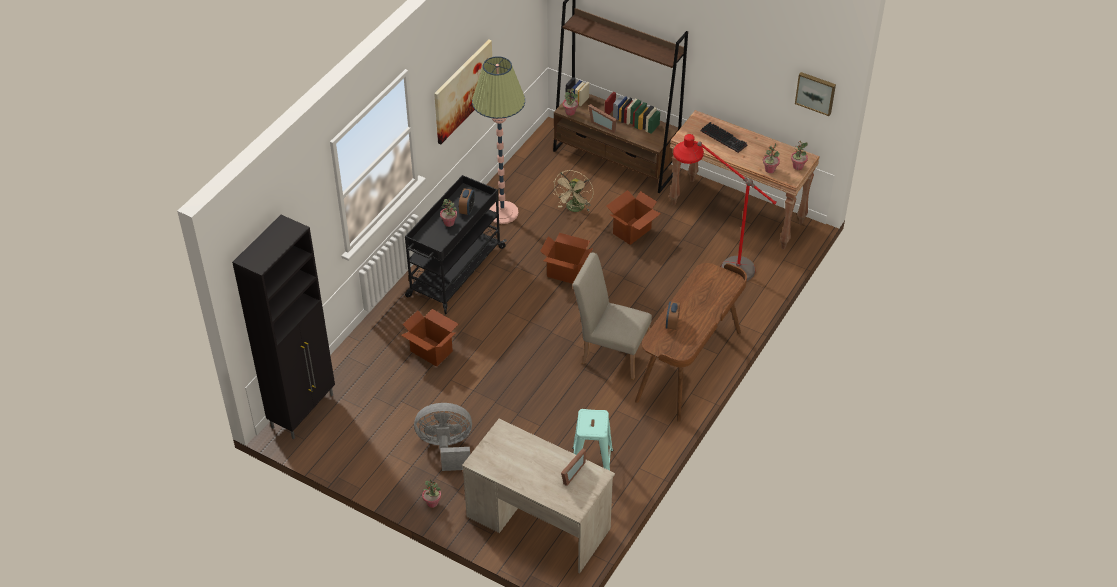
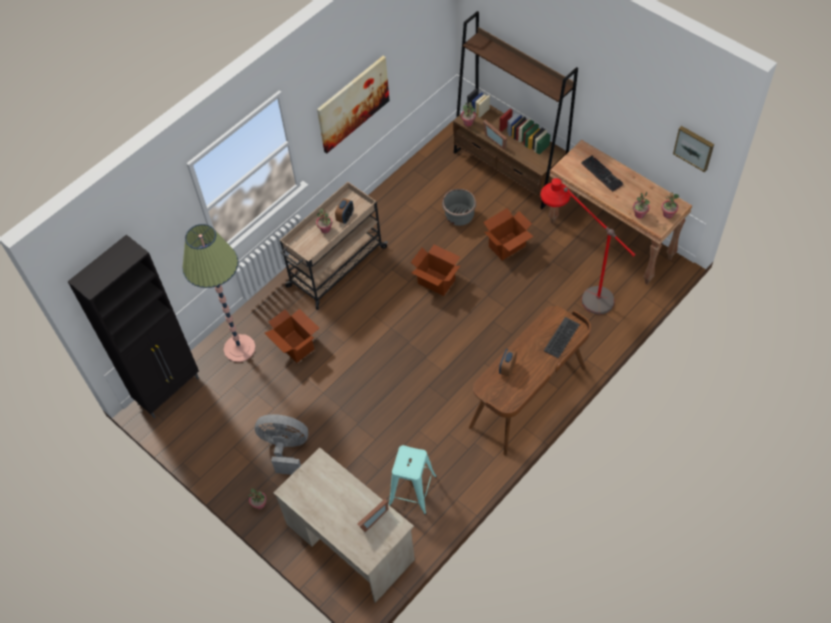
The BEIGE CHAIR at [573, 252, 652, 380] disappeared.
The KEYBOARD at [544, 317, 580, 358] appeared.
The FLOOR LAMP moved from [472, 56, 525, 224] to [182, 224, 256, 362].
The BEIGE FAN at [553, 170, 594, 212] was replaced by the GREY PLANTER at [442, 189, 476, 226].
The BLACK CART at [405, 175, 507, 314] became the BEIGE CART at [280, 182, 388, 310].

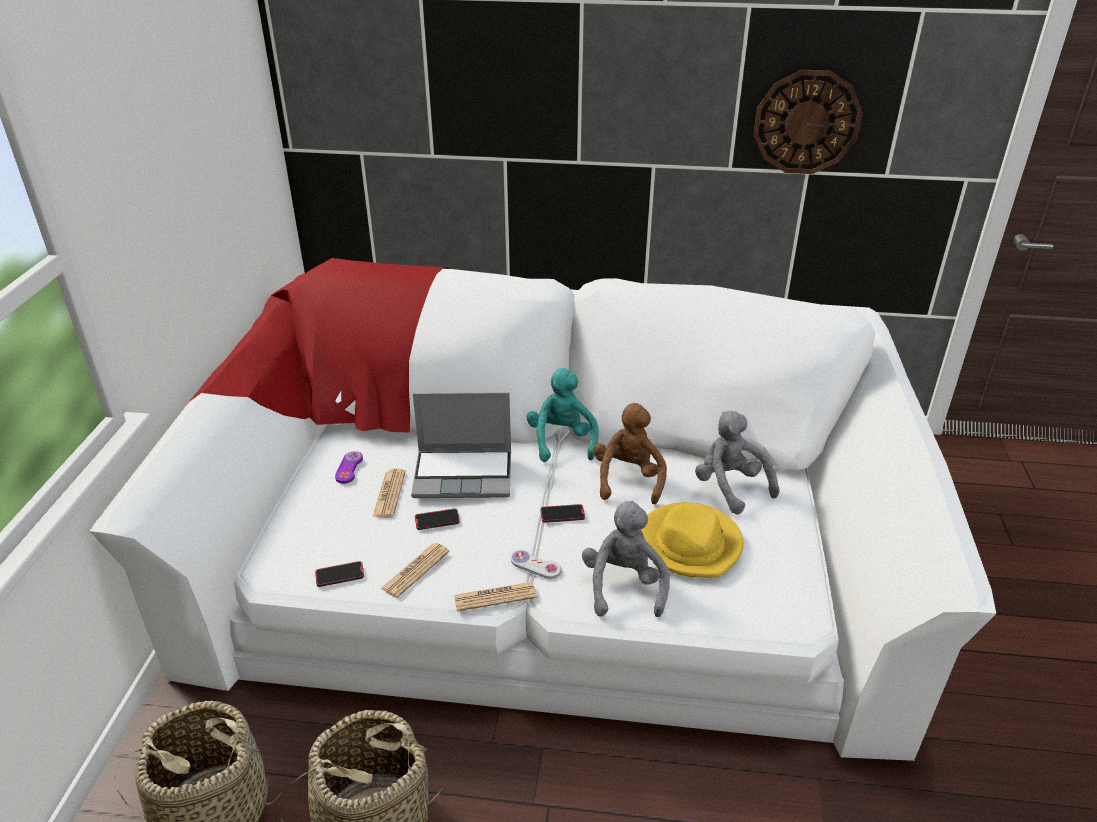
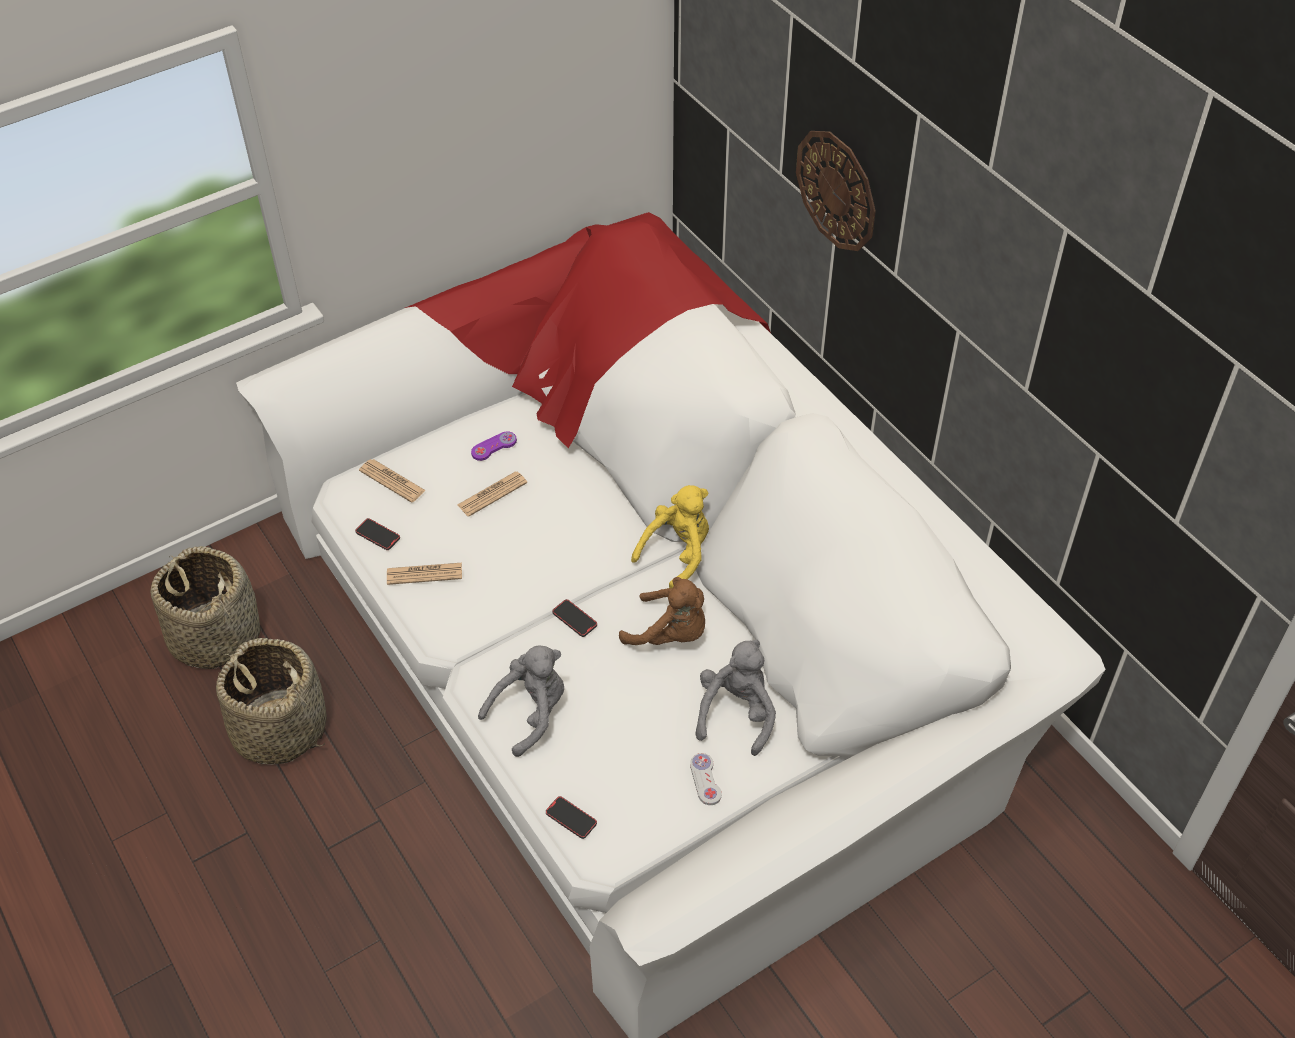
The LAPTOP at [411, 392, 511, 498] disappeared.
The YELLOW HAT at [641, 502, 743, 578] disappeared.
The PHONE moved from [415, 509, 460, 530] to [546, 796, 597, 839].
The NEWSPAPER moved from [454, 582, 537, 611] to [359, 459, 426, 503].
The WHITE GAME CONTROLLER moved from [511, 550, 561, 579] to [690, 753, 722, 805].
The WALL CLOCK moved from [753, 70, 863, 174] to [796, 131, 876, 251].
The TURQUOISE PLUSH TOY at [526, 368, 599, 462] became the YELLOW PLUSH TOY at [631, 485, 709, 588].
The BROWN PLUSH TOY at [593, 403, 667, 504] turned 60 degrees clockwise.

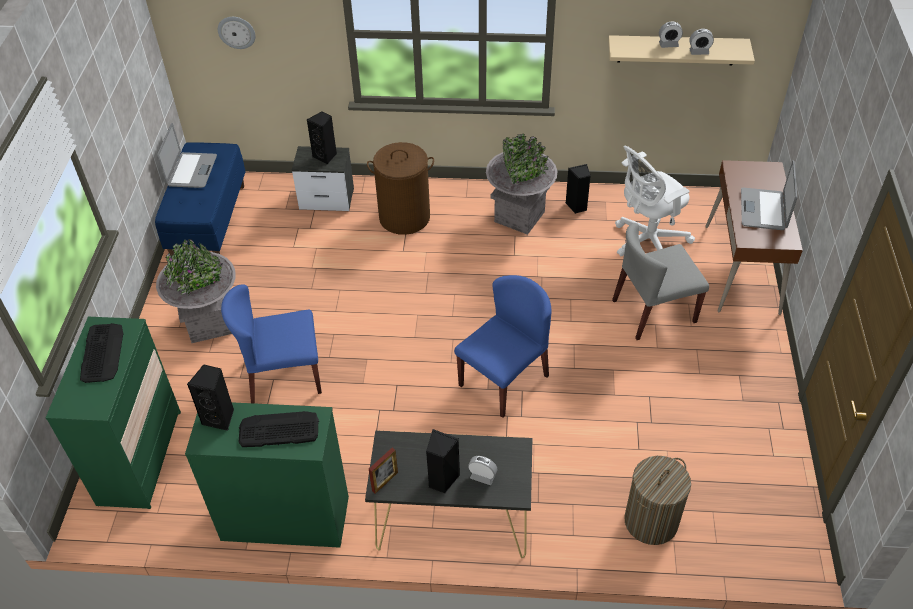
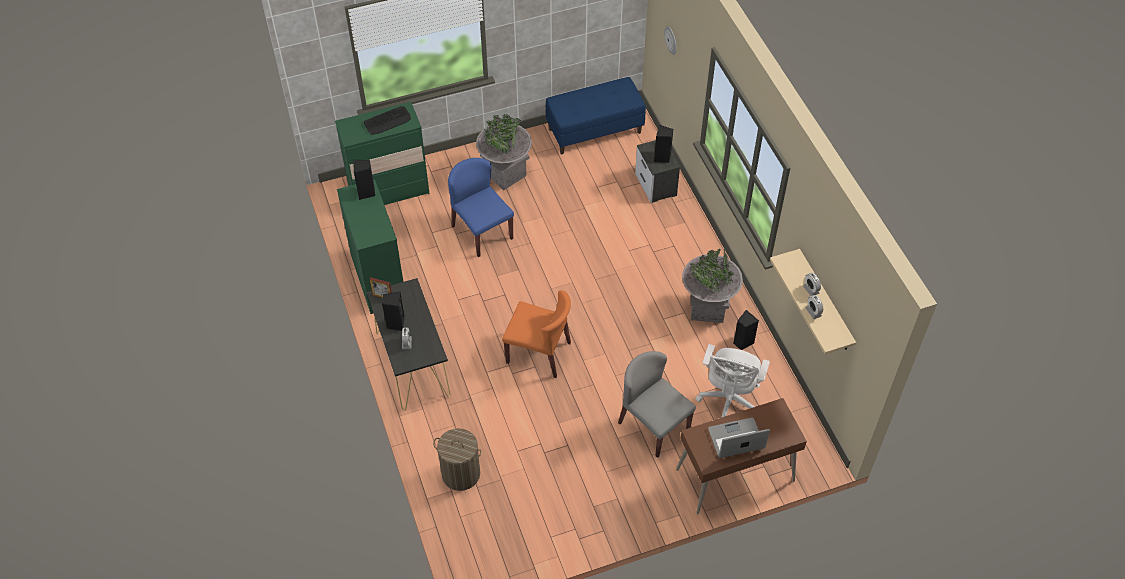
The LAPTOP at [157, 123, 217, 188] disappeared.
The KEYBOARD at [239, 411, 319, 447] disappeared.
The BROWN LAUNDRY BASKET at [367, 142, 434, 235] disappeared.
The BLUE CHAIR at [454, 275, 551, 418] became the ORANGE CHAIR at [502, 290, 571, 378].
The WHITE OFFICE CHAIR at [615, 146, 695, 256] turned 105 degrees counterclockwise.

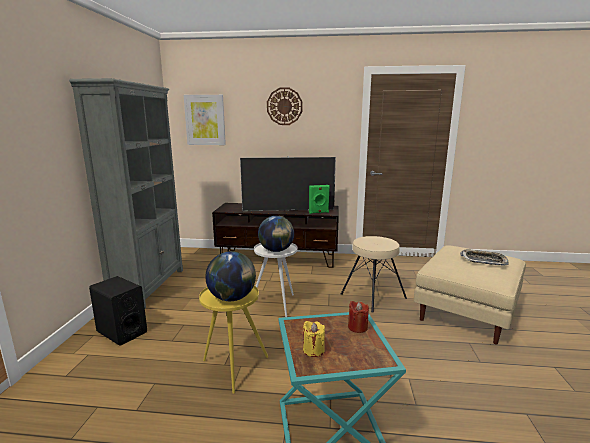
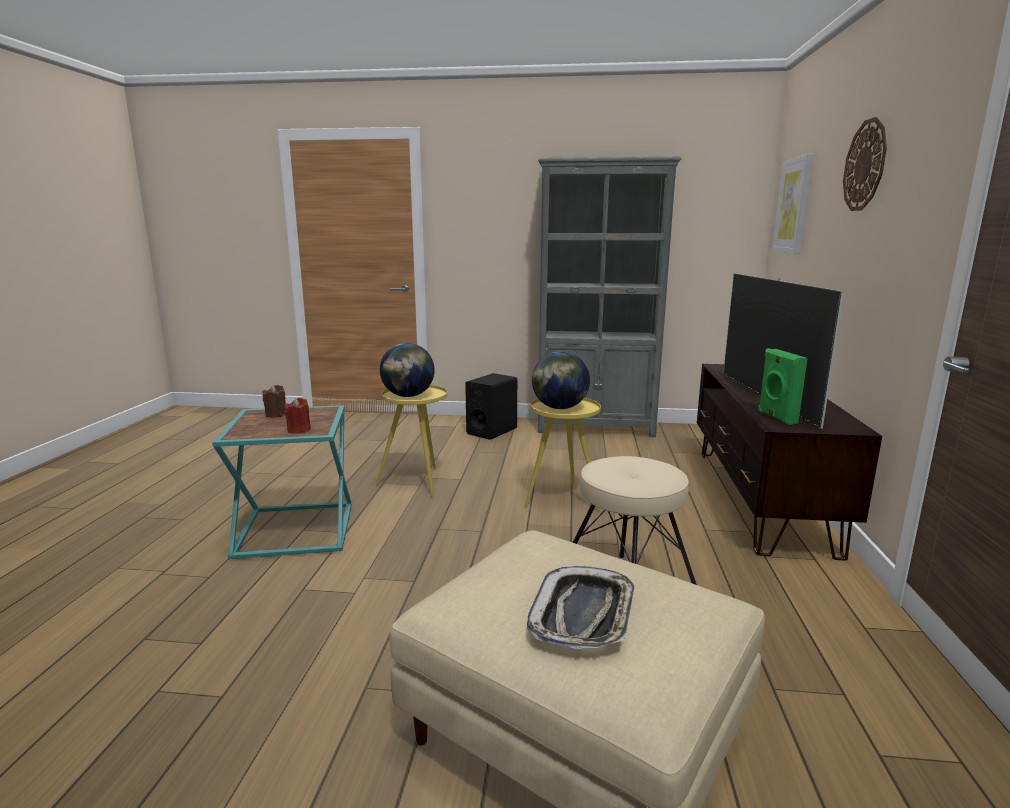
The WHITE SIDE TABLE at [254, 243, 298, 317] became the YELLOW SIDE TABLE at [525, 398, 602, 512].
The YELLOW CANDLE at [303, 321, 325, 357] became the BROWN CANDLE at [262, 385, 286, 418].

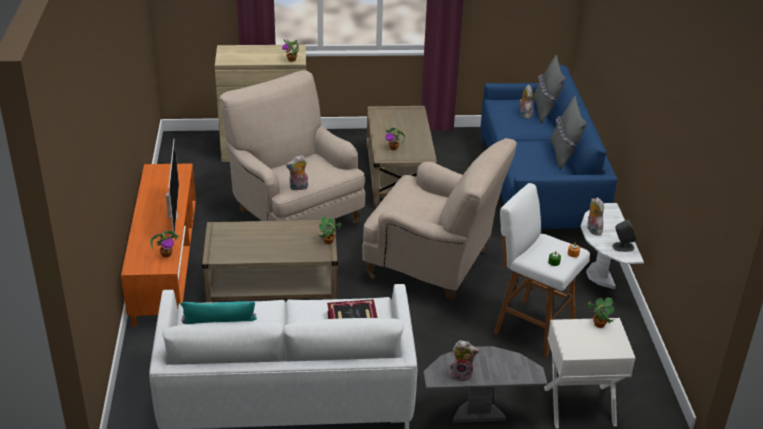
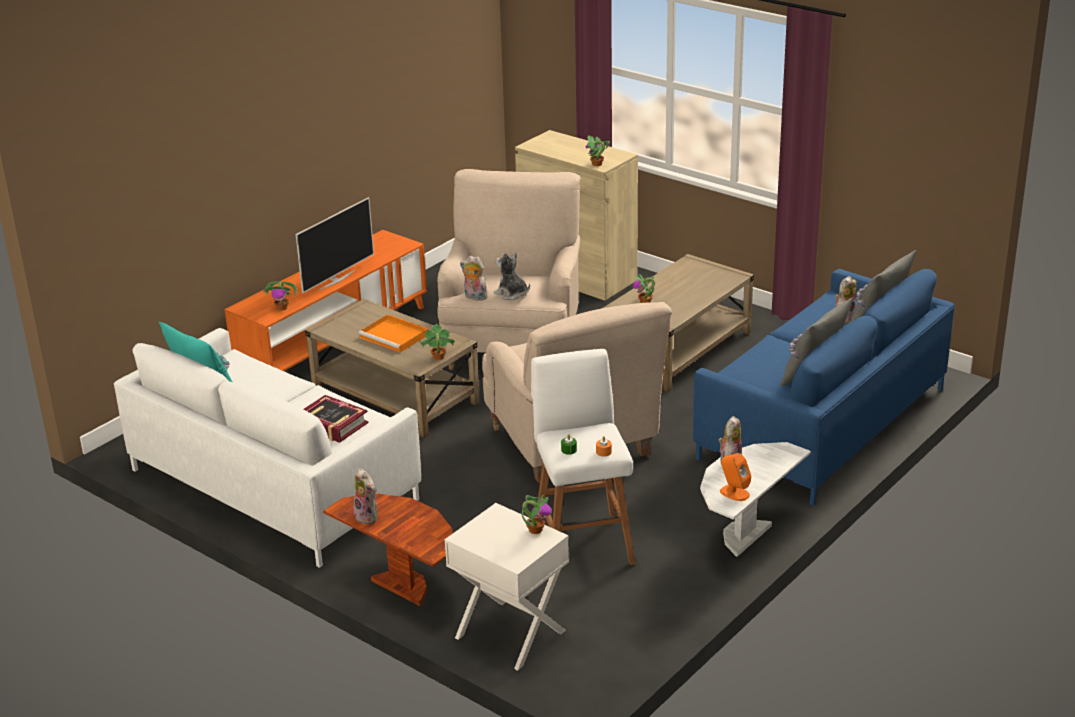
The ORANGE TRAY at [358, 314, 428, 353] appeared.
The PLUSH TOY at [494, 252, 530, 300] appeared.
The GREY SIDE TABLE at [424, 346, 547, 423] became the BROWN SIDE TABLE at [323, 494, 453, 606].
The GREY SPEAKER at [613, 219, 636, 252] became the ORANGE SPEAKER at [720, 453, 751, 501].

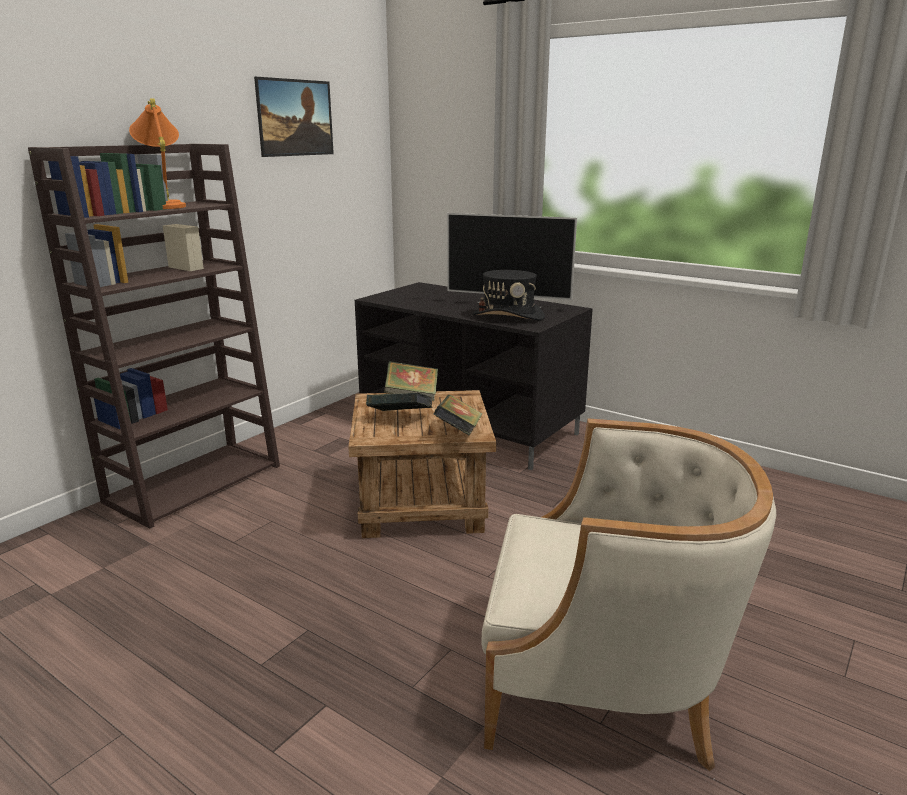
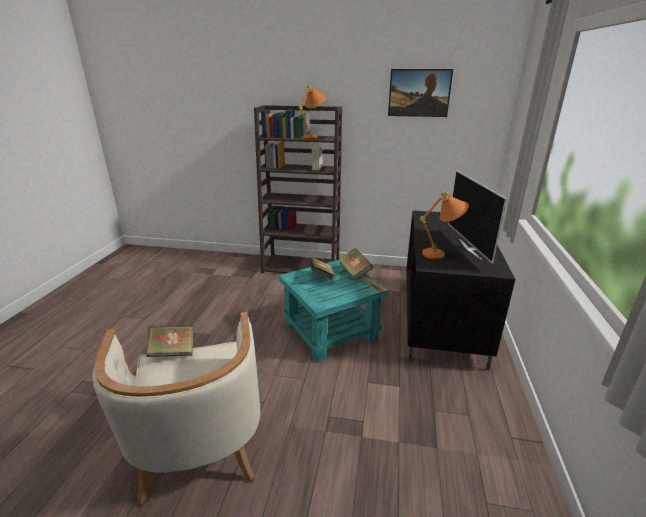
The BOOK moved from [434, 395, 483, 436] to [147, 325, 194, 357].
The BLACK HAT at [473, 270, 545, 321] was replaced by the ORANGE TABLE LAMP at [420, 192, 469, 259].
The BROWN SIDE TABLE at [348, 390, 496, 538] became the TURQUOISE SIDE TABLE at [279, 260, 388, 362].

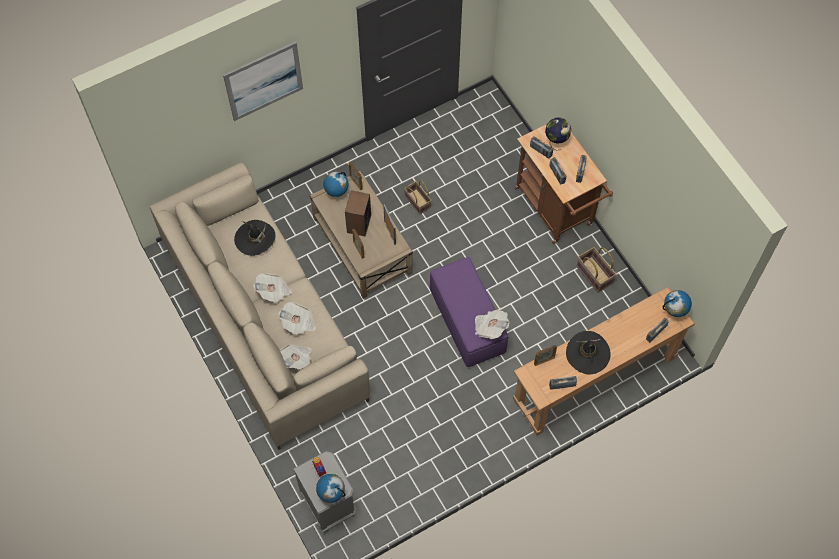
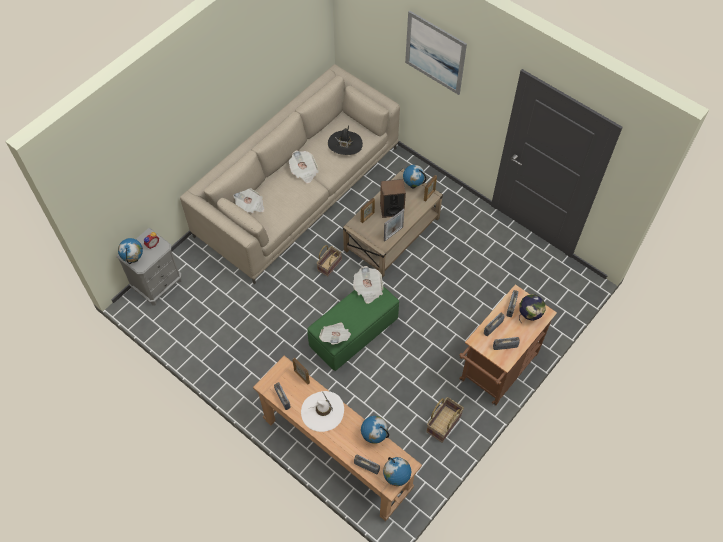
The GLOBE at [361, 416, 389, 444] appeared.
The NEWSPAPER moved from [278, 302, 316, 335] to [353, 266, 383, 304].
The BASKET moved from [404, 181, 432, 214] to [317, 245, 342, 277].
The PURPLE OTTOMAN at [430, 257, 509, 367] became the GREEN OTTOMAN at [307, 286, 399, 371].
The BLACK HAT at [566, 331, 611, 374] became the WHITE HAT at [301, 391, 344, 432].

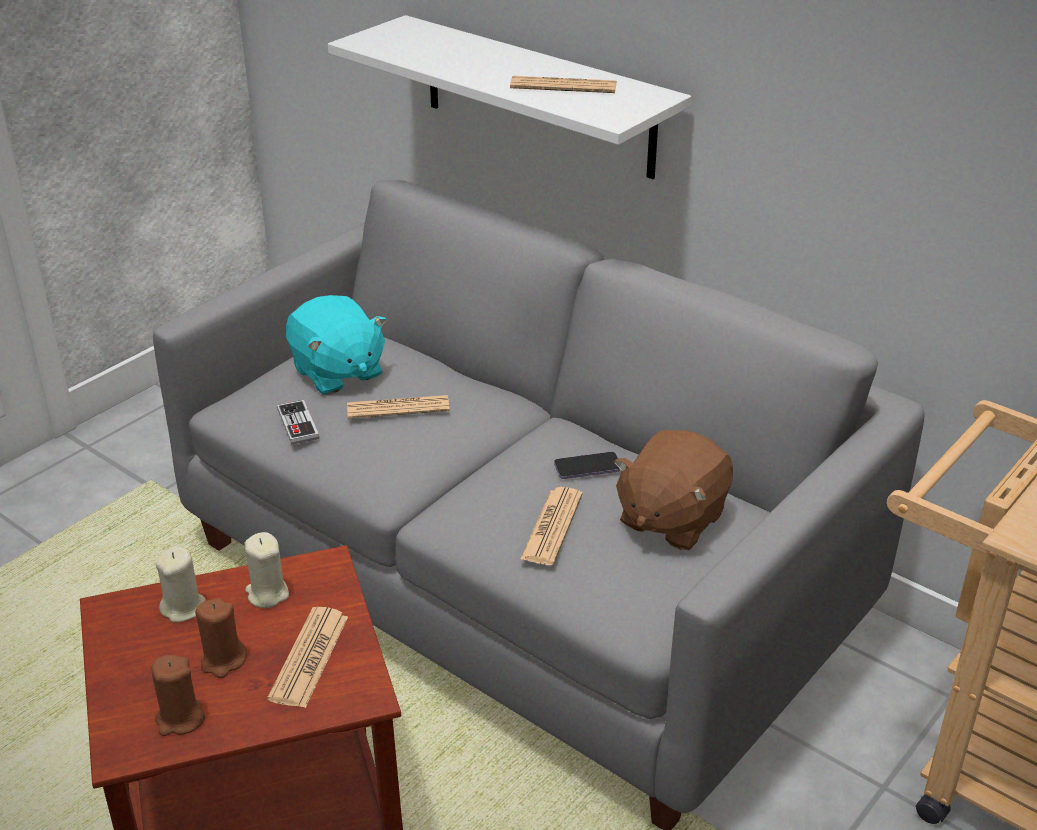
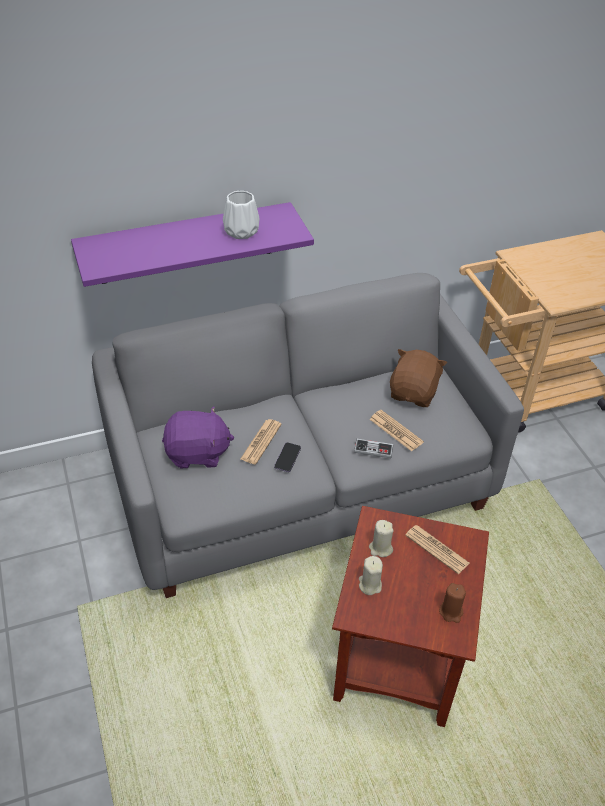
The BROWN CANDLE at [195, 598, 247, 678] disappeared.
The GAME CONTROLLER moved from [277, 400, 319, 445] to [354, 439, 394, 458].
The PHONE moved from [554, 452, 620, 479] to [274, 442, 301, 472].
The NEWSPAPER at [510, 76, 617, 93] was replaced by the WHITE VASE at [223, 191, 260, 239].
The TURQUOISE PLUSH TOY at [286, 295, 387, 395] became the PURPLE PLUSH TOY at [162, 406, 234, 469].
The WHITE SHELF at [328, 15, 691, 179] became the PURPLE SHELF at [71, 202, 314, 287].
The BROWN PLUSH TOY at [614, 430, 733, 550] turned 135 degrees counterclockwise.

